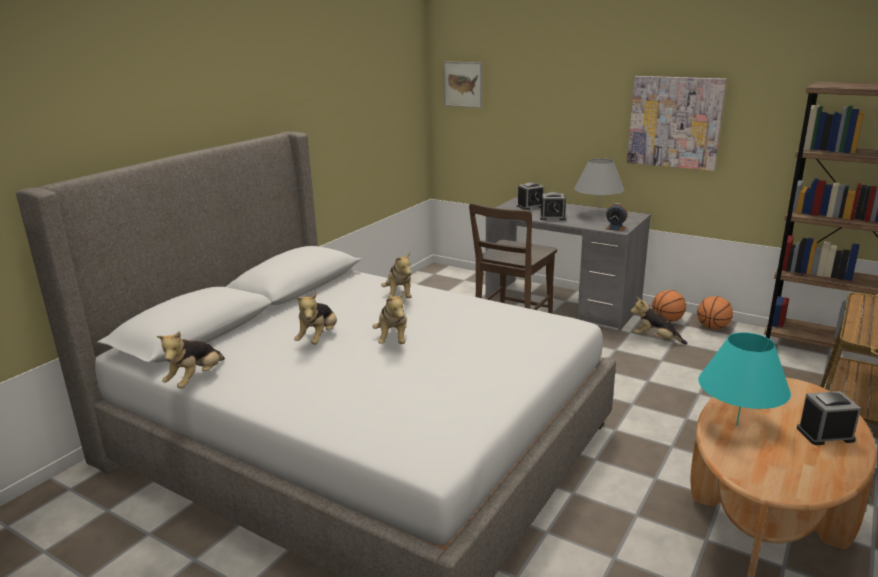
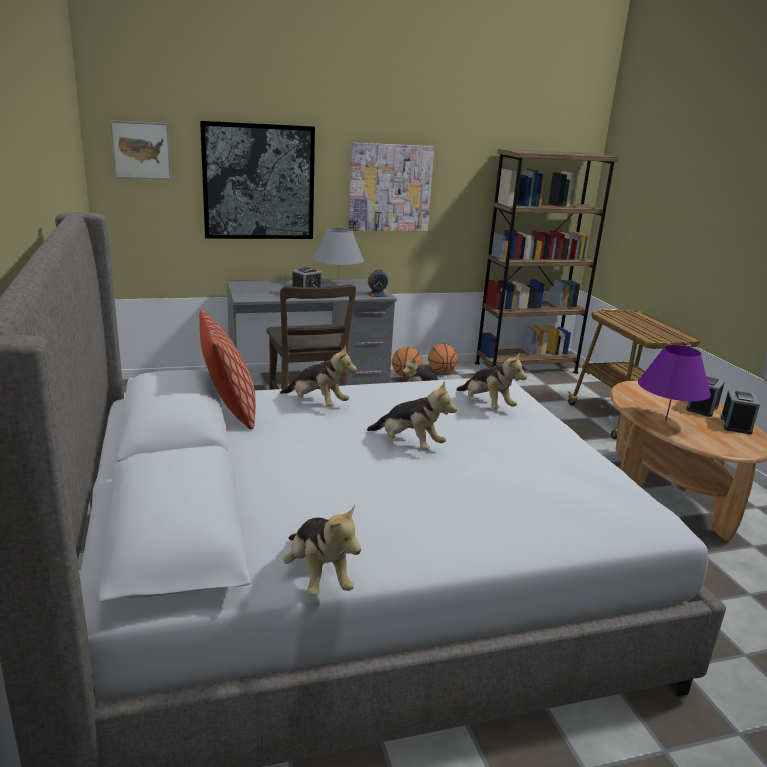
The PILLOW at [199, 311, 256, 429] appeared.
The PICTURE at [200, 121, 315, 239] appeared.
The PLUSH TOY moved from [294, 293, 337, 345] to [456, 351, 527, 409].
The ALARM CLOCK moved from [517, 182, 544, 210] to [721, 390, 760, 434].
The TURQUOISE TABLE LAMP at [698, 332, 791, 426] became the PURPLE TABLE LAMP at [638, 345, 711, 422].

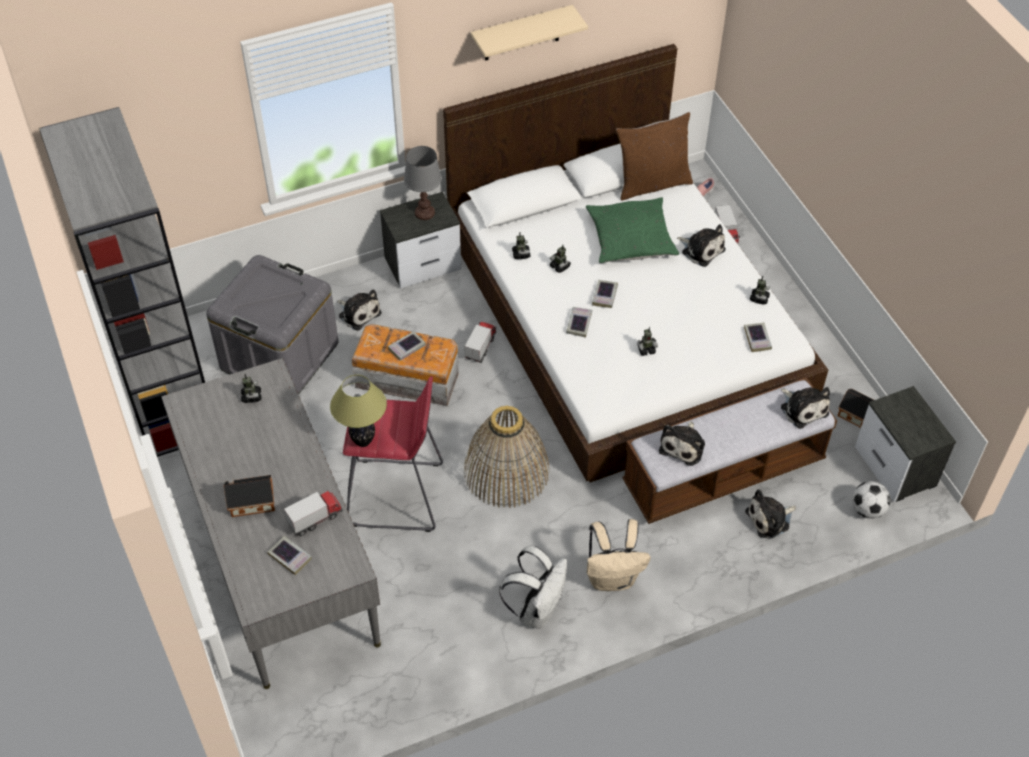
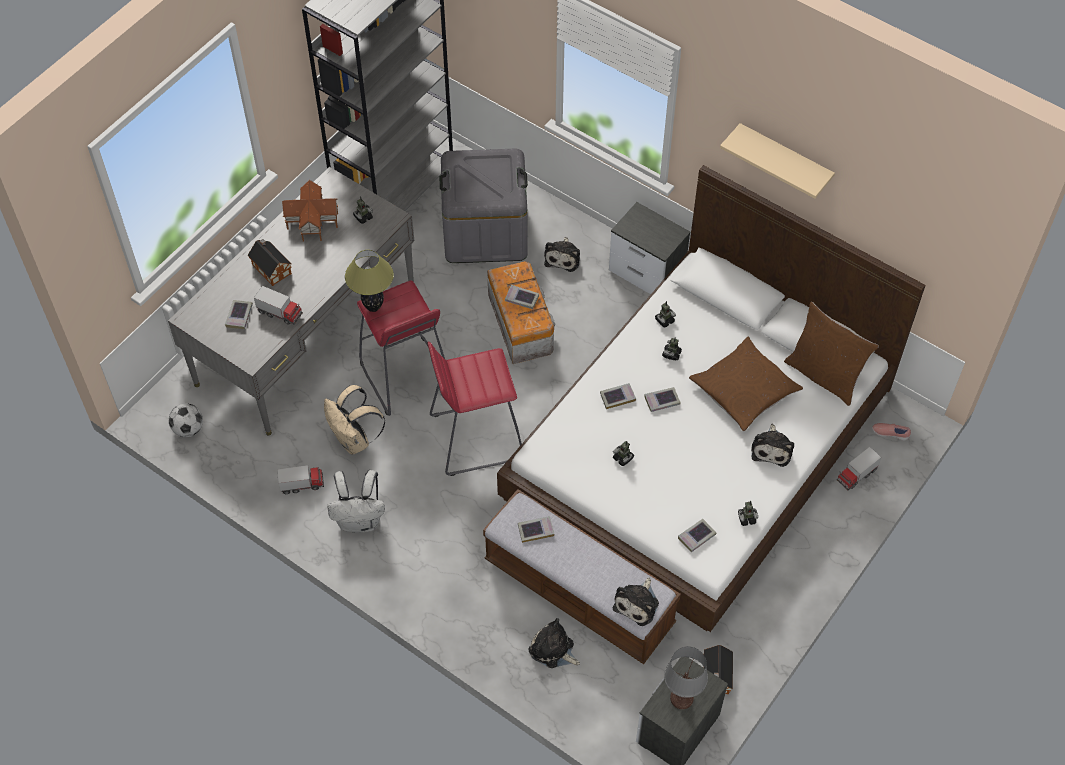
The TOY HOUSE at [282, 180, 338, 242] appeared.
The GREY TABLE LAMP moved from [404, 146, 442, 220] to [664, 646, 708, 709].
The TOY TRUCK moved from [464, 322, 496, 363] to [277, 465, 324, 494].
The BEIGE BACKPACK moved from [587, 519, 651, 591] to [324, 385, 385, 454].
The FOOTBALL moved from [852, 481, 891, 519] to [169, 403, 203, 437].
The BASKET at [464, 406, 549, 508] was replaced by the RED STOOL at [427, 341, 522, 476].
The PLUSH TOY at [659, 421, 705, 466] was replaced by the BOOK at [518, 516, 554, 543].
The GREEN PILLOW at [586, 197, 679, 263] became the BROWN PILLOW at [689, 337, 803, 431].

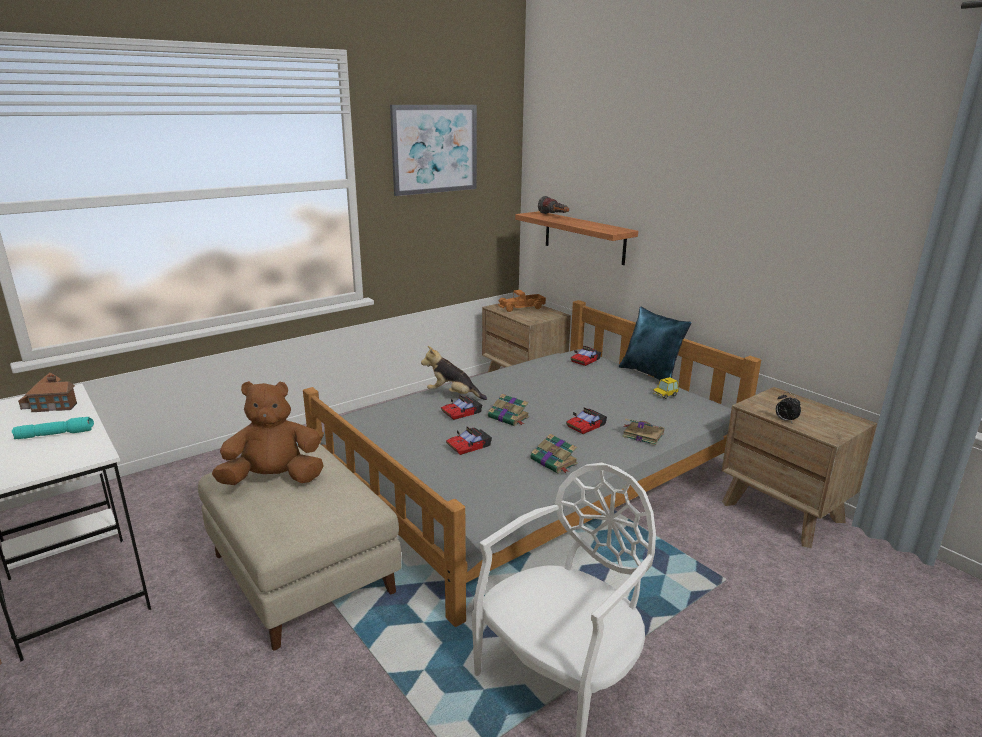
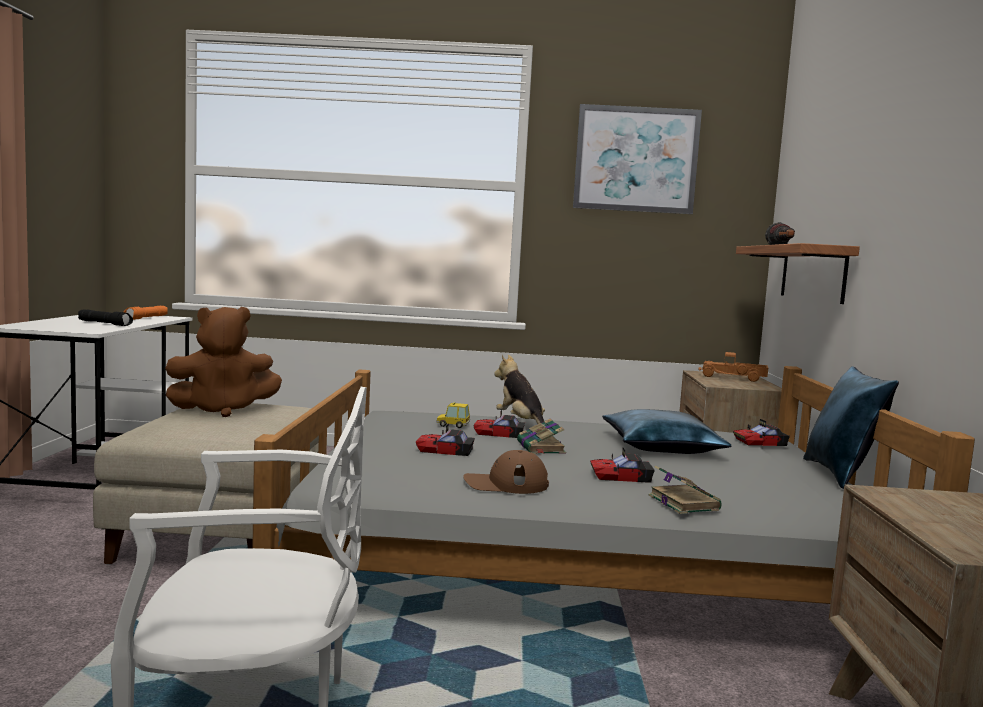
The ALARM CLOCK at [776, 392, 801, 423] disappeared.
The BLUE PILLOW at [602, 409, 731, 454] appeared.
The TOY CAR moved from [652, 377, 679, 399] to [436, 402, 470, 428].
The TOY HOUSE at [18, 372, 77, 412] was replaced by the ORANGE FLASHLIGHT at [124, 306, 168, 320].
The BOOK at [530, 433, 578, 474] was replaced by the BROWN CAP at [463, 450, 549, 494].
The TURQUOISE FLASHLIGHT at [12, 417, 94, 439] became the BLACK FLASHLIGHT at [78, 309, 133, 326].
The BROWN PLUSH TOY at [212, 381, 324, 485] turned 135 degrees clockwise.

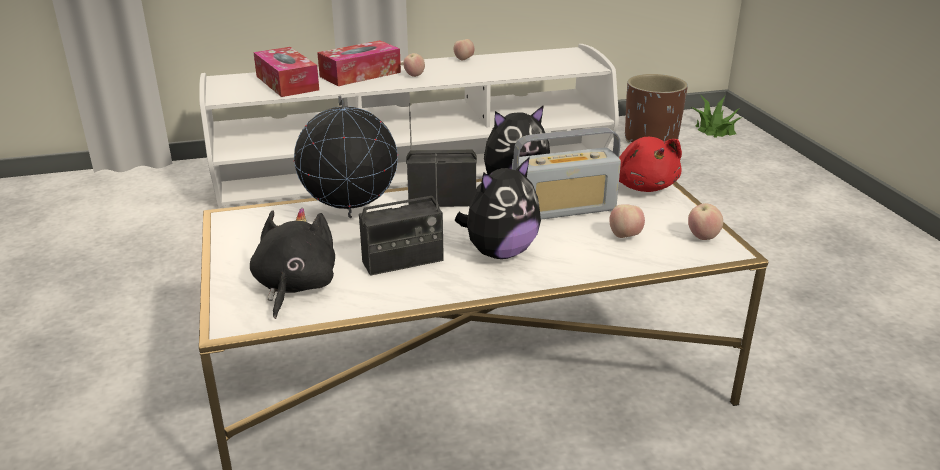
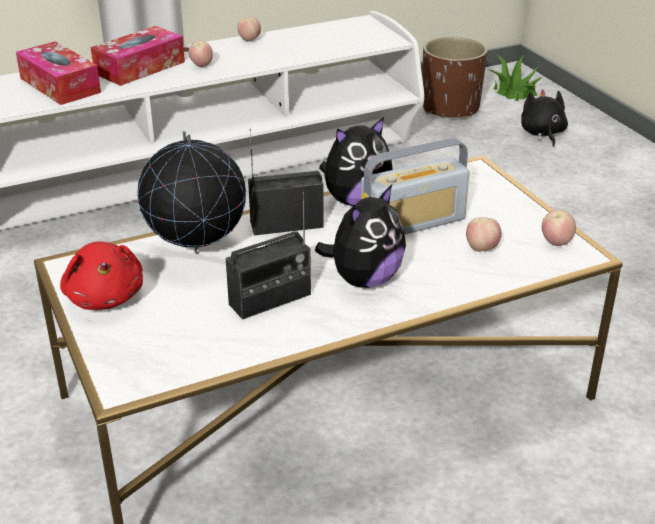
The BLACK PLUSH TOY moved from [250, 208, 335, 319] to [521, 89, 568, 147].
The RED PLUSH TOY moved from [619, 137, 682, 192] to [60, 241, 143, 310].

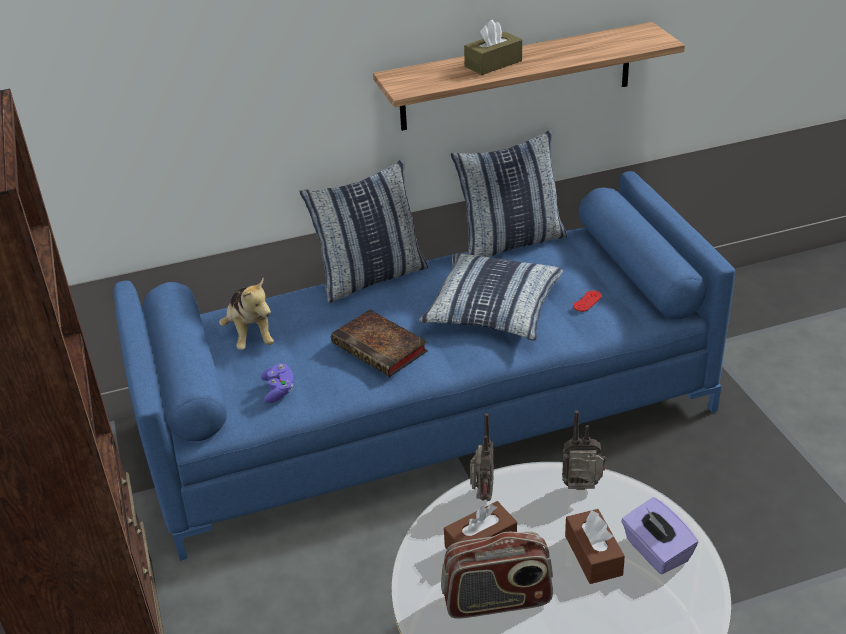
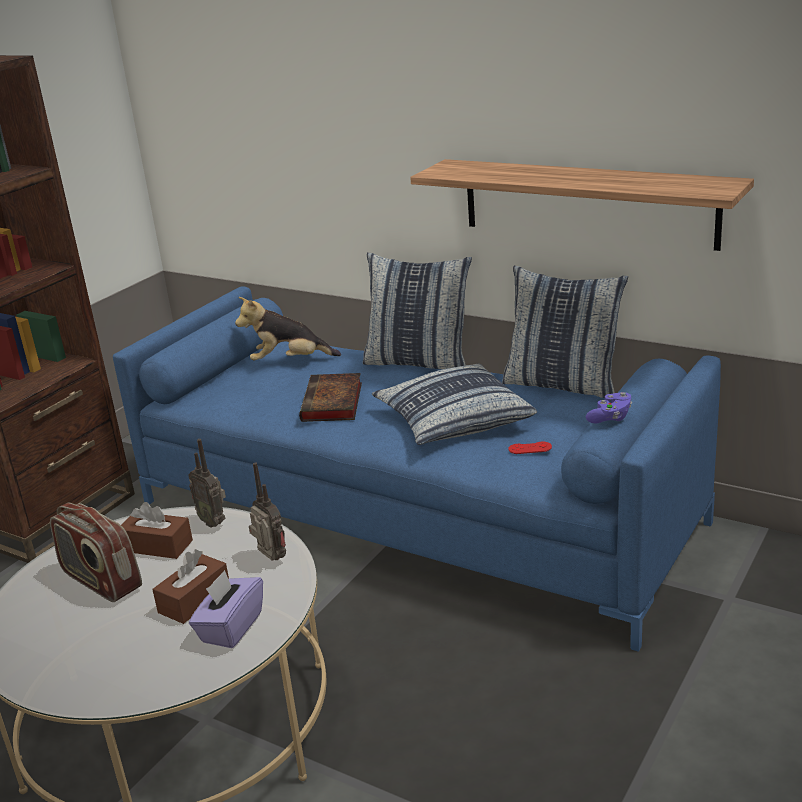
The BROWN TISSUE BOX at [464, 20, 522, 75] disappeared.
The PURPLE GAME CONTROLLER moved from [261, 363, 294, 403] to [586, 392, 632, 424].
The PLUSH TOY at [219, 278, 274, 350] turned 60 degrees clockwise.
The RADIO at [470, 413, 494, 501] turned 75 degrees clockwise.

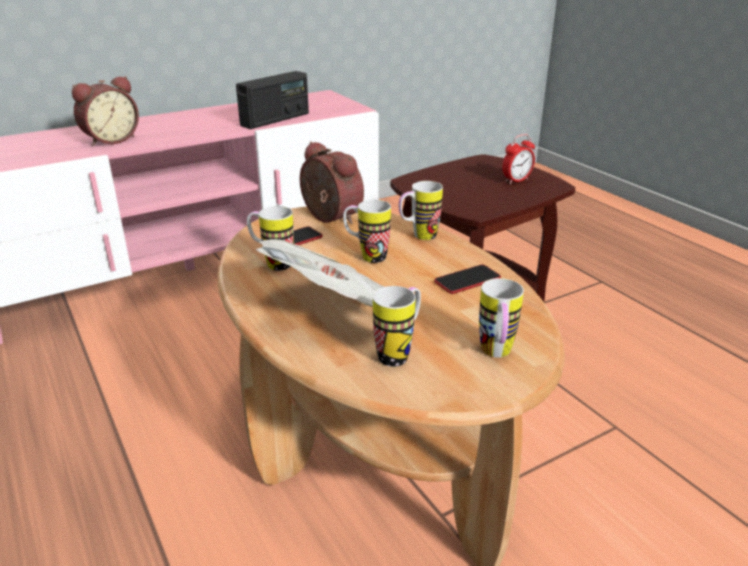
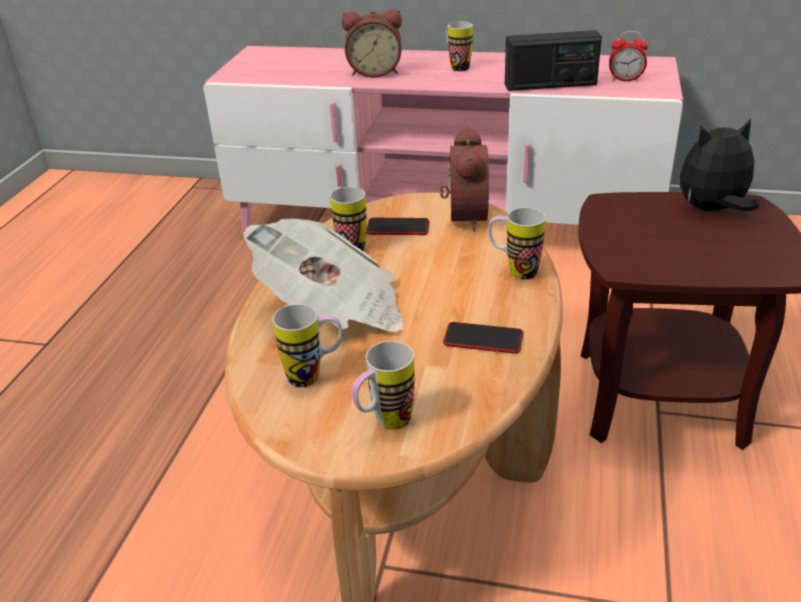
The PLUSH TOY at [679, 119, 759, 212] appeared.
The MUG moved from [343, 200, 391, 263] to [446, 22, 473, 71].
The ALARM CLOCK moved from [502, 134, 535, 184] to [609, 31, 648, 82].

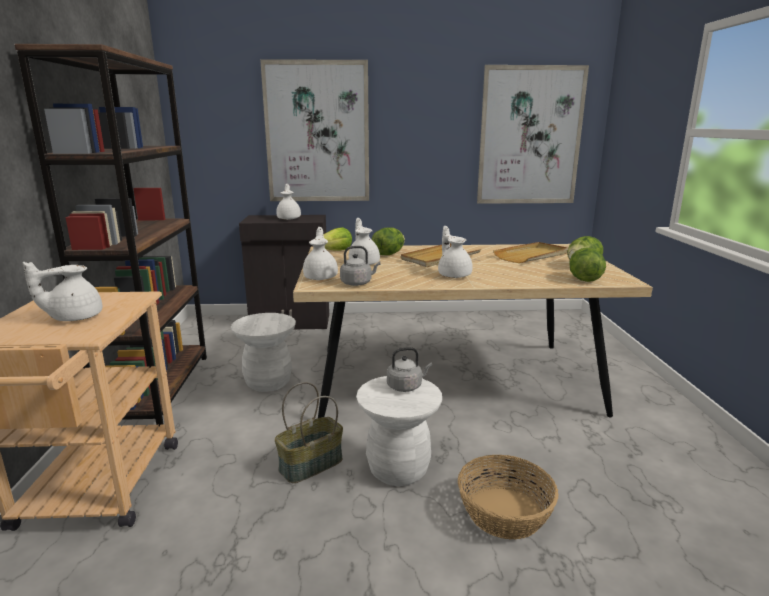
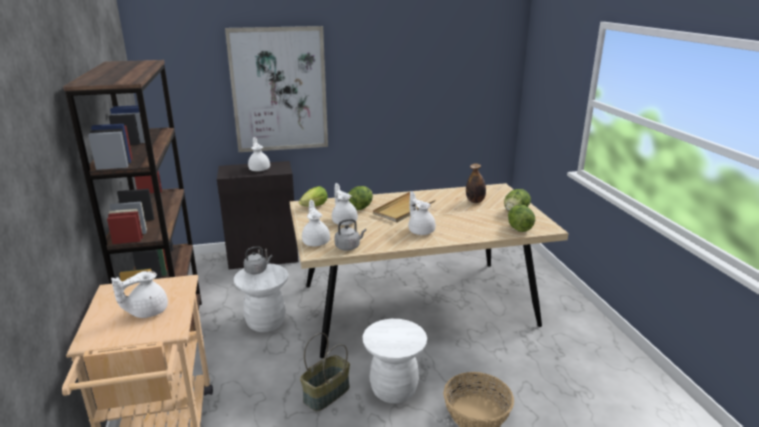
The PICTURE at [477, 65, 589, 204] disappeared.
The GREY KETTLE moved from [387, 347, 432, 392] to [244, 246, 273, 274].
The BEIGE TRAY at [493, 242, 568, 263] was replaced by the BOTTLE at [466, 164, 486, 203].

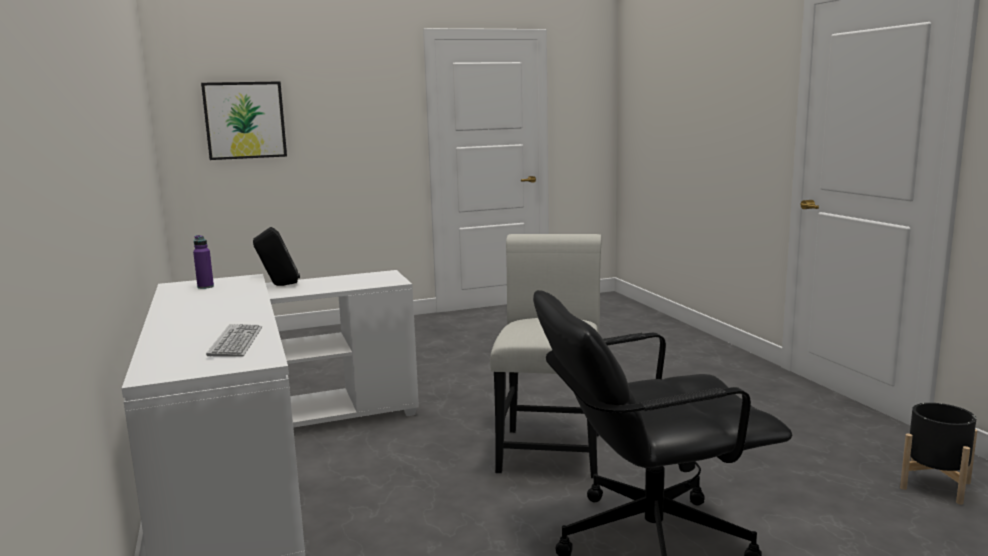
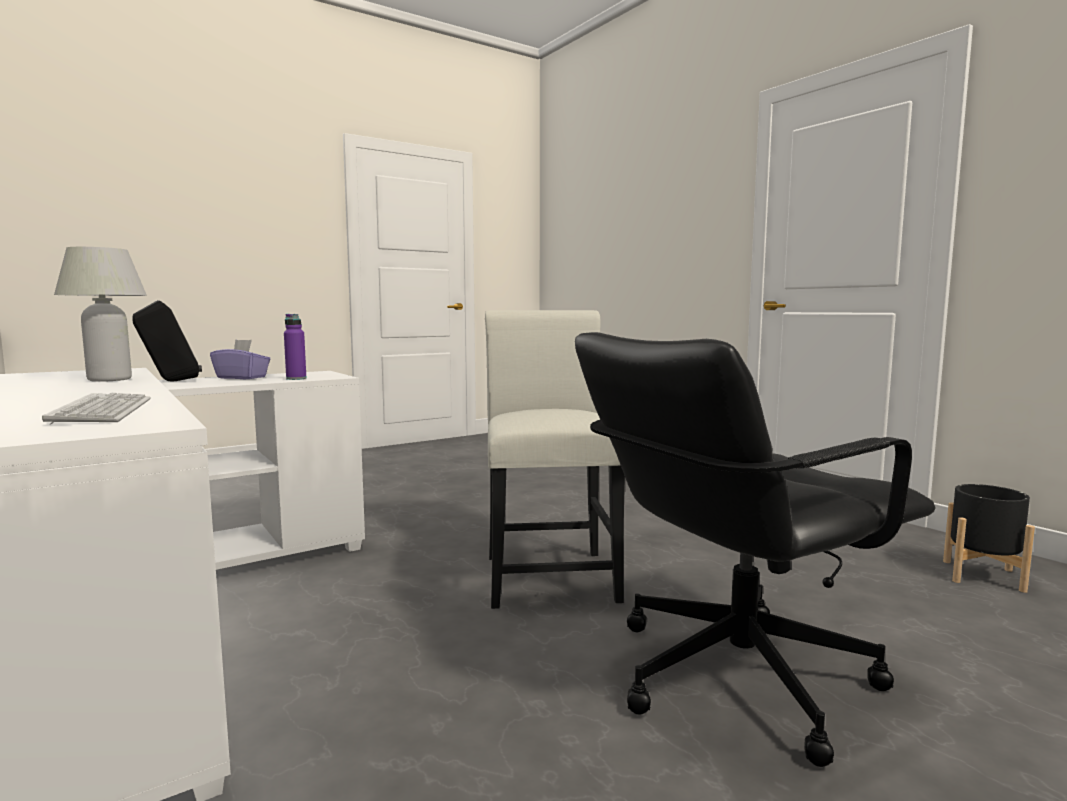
The PICTURE at [201, 81, 287, 160] disappeared.
The WHITE TABLE LAMP at [54, 247, 147, 382] appeared.
The PURPLE TISSUE BOX at [210, 340, 271, 379] appeared.
The PURPLE BOTTLE moved from [193, 235, 214, 289] to [284, 314, 306, 380].

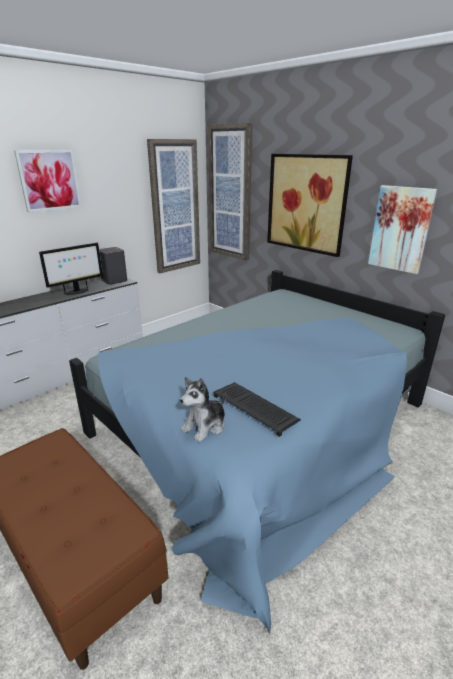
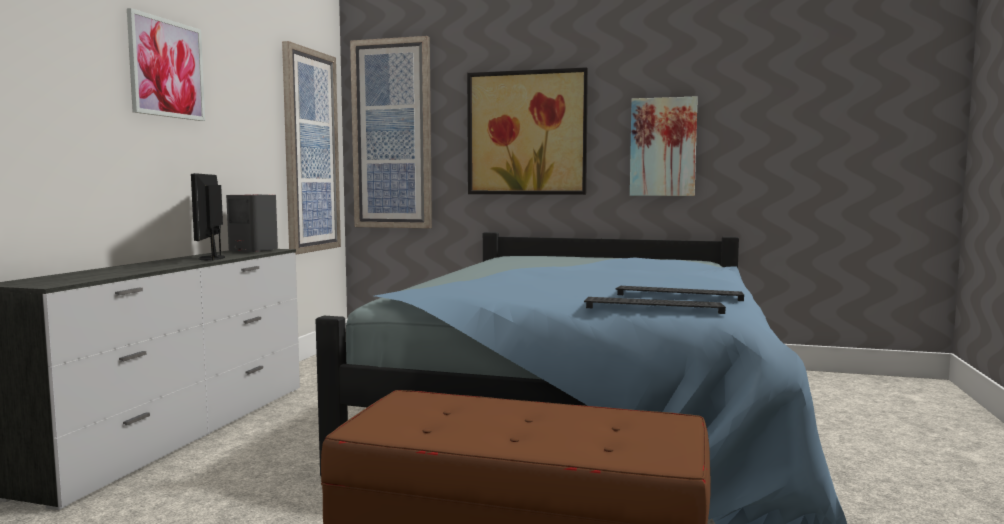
The PLUSH TOY at [180, 377, 226, 442] was replaced by the KEYBOARD at [584, 297, 726, 314].
The MONITOR at [39, 243, 103, 295] turned 150 degrees clockwise.

